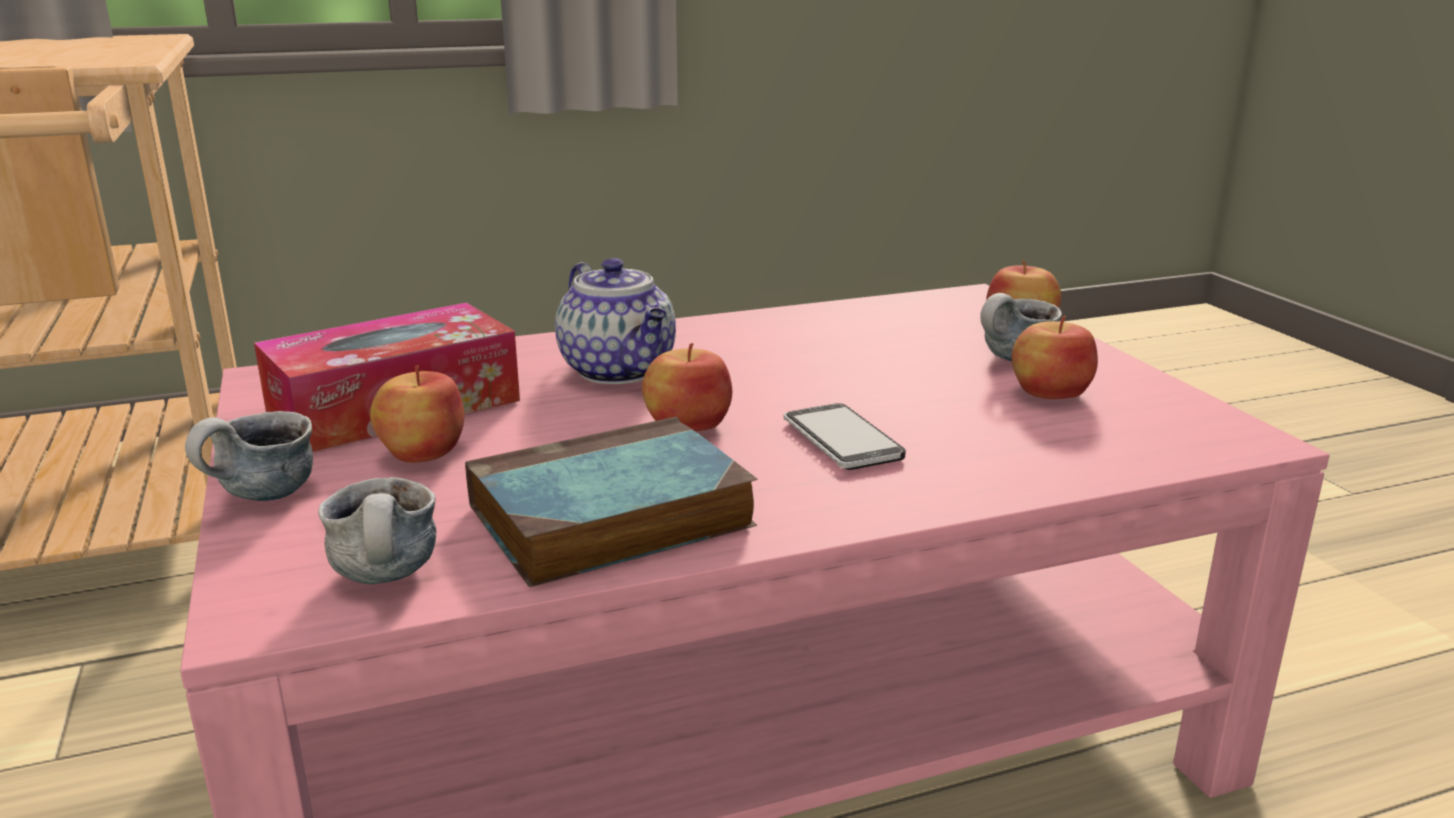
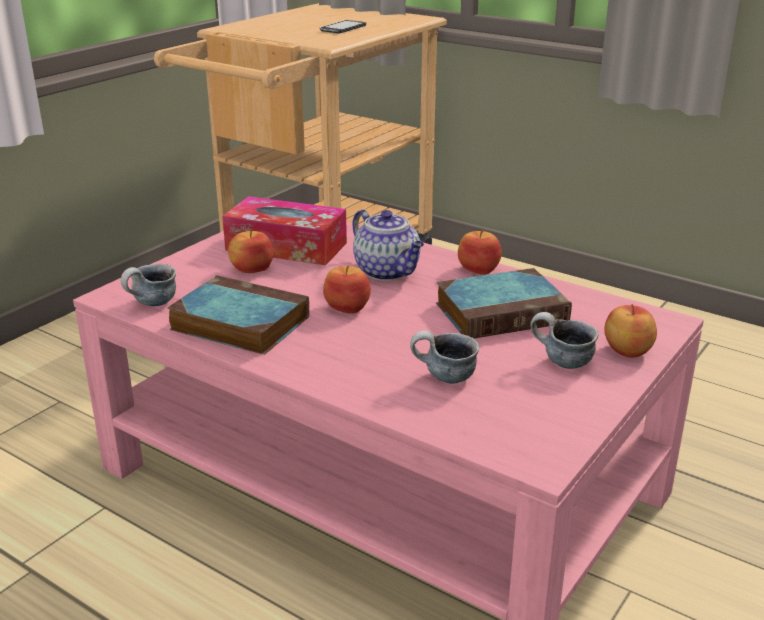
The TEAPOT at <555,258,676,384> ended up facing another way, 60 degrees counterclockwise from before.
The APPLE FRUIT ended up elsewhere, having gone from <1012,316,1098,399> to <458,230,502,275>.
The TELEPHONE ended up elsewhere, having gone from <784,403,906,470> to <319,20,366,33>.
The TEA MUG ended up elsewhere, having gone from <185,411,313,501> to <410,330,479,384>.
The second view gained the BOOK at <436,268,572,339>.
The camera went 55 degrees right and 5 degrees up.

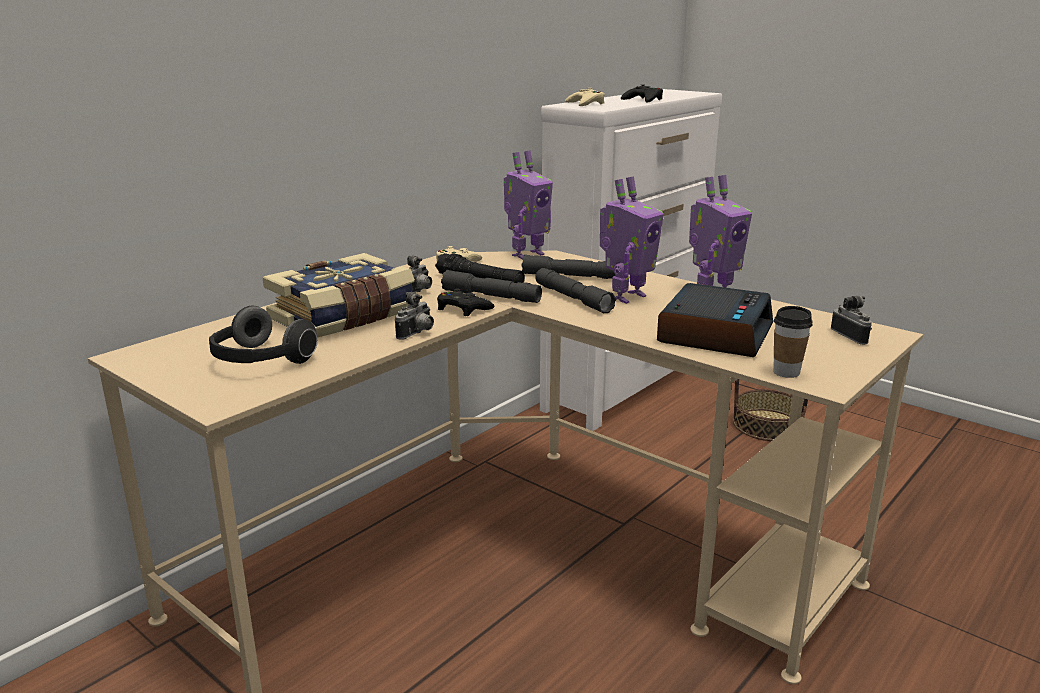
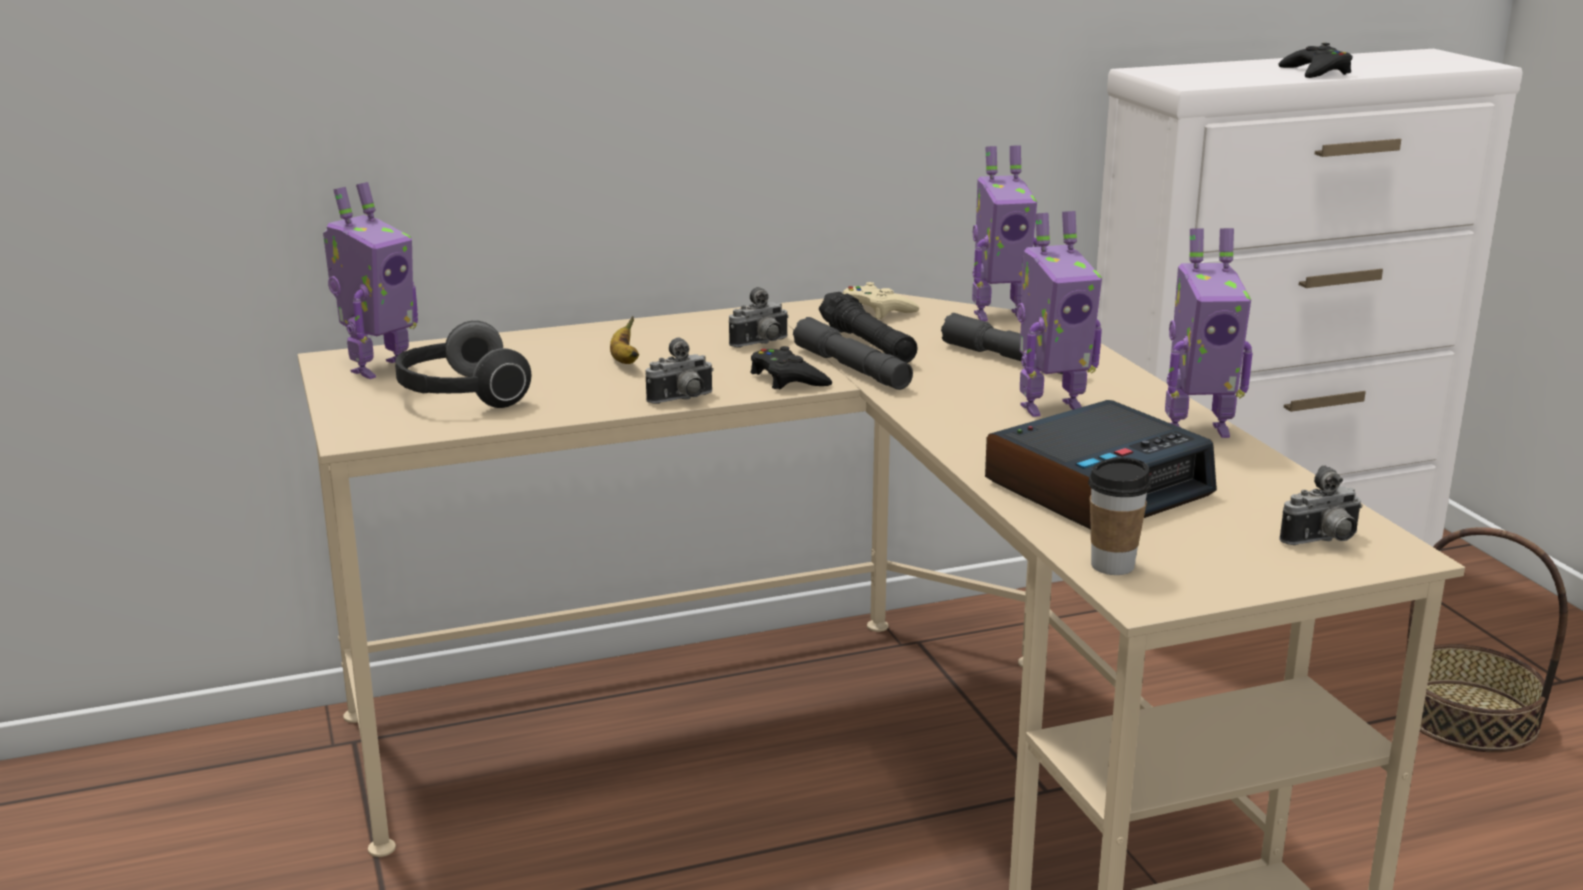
The second view lost the SAND-COLOURED GAME CONTROLLER at <565,88,604,106>.
Where the BOOK stood at <262,253,415,338>, the BANANA came to stand at <610,316,639,364>.
The second view lost the GREY TORCH at <535,268,616,313>.
The PHOTO CAMERA at <831,296,872,345> ended up facing another way, 60 degrees clockwise from before.
The second view gained the MODEL ROBOT at <323,182,418,379>.
The camera went 30 degrees right and 0 degrees up.

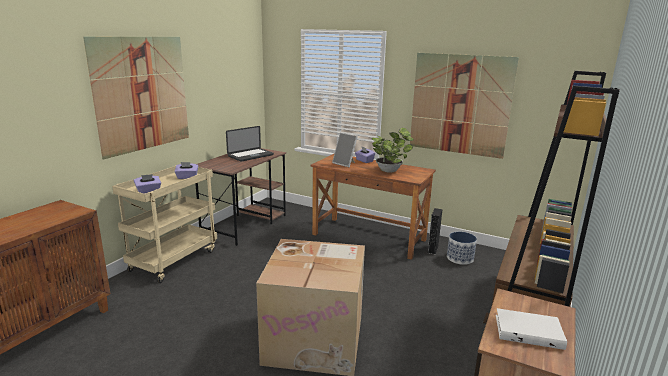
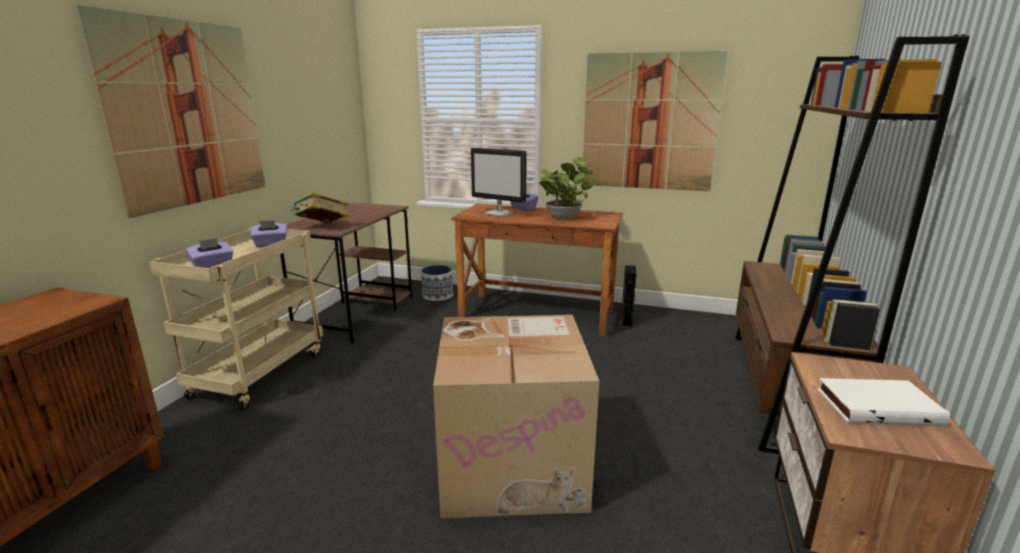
The second view lost the LAPTOP at <226,126,274,162>.
Where the STANDING FRAME stood at <332,132,358,167>, the COMPUTER DISPLAY came to stand at <471,148,527,217>.
The PLANT POT ended up elsewhere, having gone from <447,232,477,265> to <421,265,453,301>.
The second view gained the BOOK at <291,192,349,223>.
The camera went 10 degrees left and 0 degrees up.

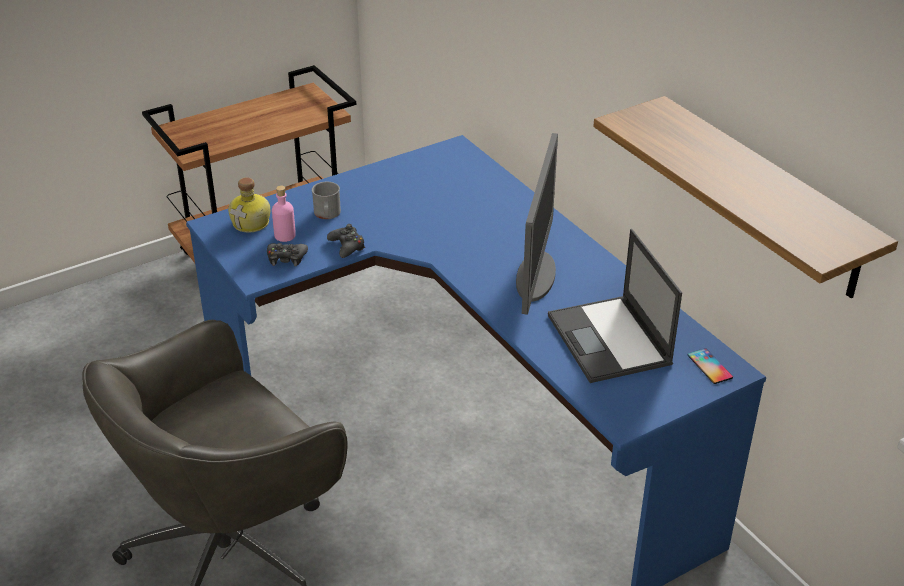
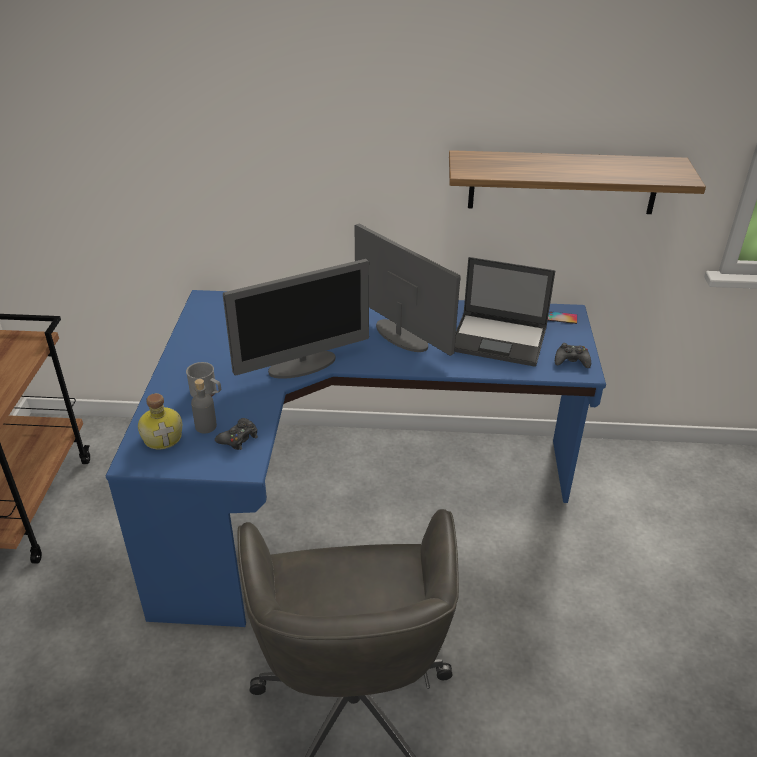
What was the PINK-COLOURED DRINK BOTTLE at <272,186,296,242> turned into the GREY DRINK BOTTLE at <191,379,217,433>.
The BLACKISH GAME CONTROLLER ended up elsewhere, having gone from <327,224,365,258> to <555,343,591,368>.
The second view gained the COMPUTER DISPLAY at <223,259,369,379>.
The camera went 55 degrees left and 0 degrees up.

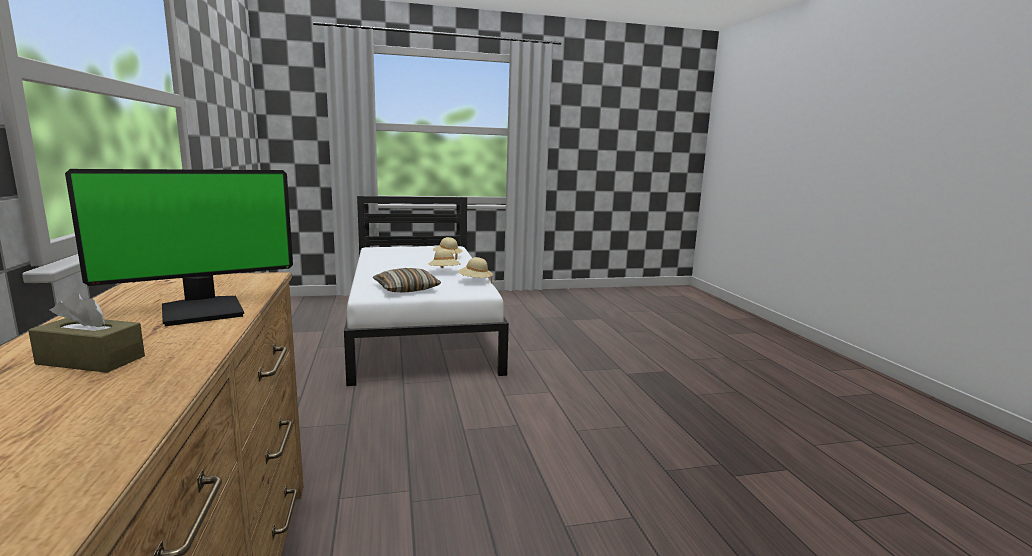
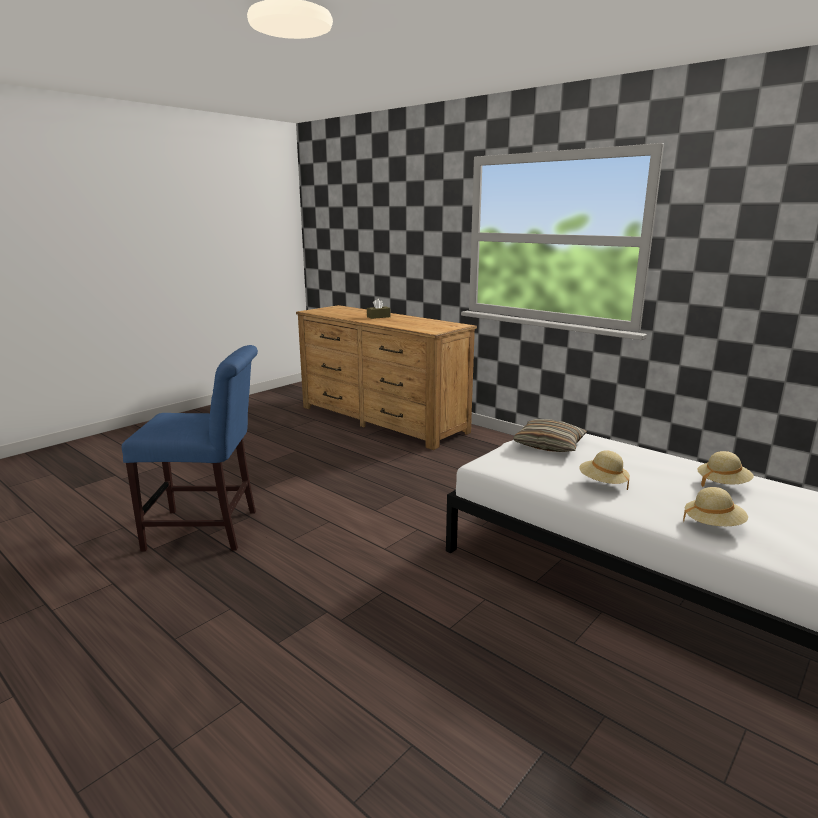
The second view lost the COMPUTER DISPLAY at <65,169,293,326>.
The SAND-COLOURED HAT ended up elsewhere, having gone from <458,257,493,283> to <697,451,754,487>.
The second view gained the BLUISH CHAIR at <121,345,258,551>.
The camera went 145 degrees right and 5 degrees up.

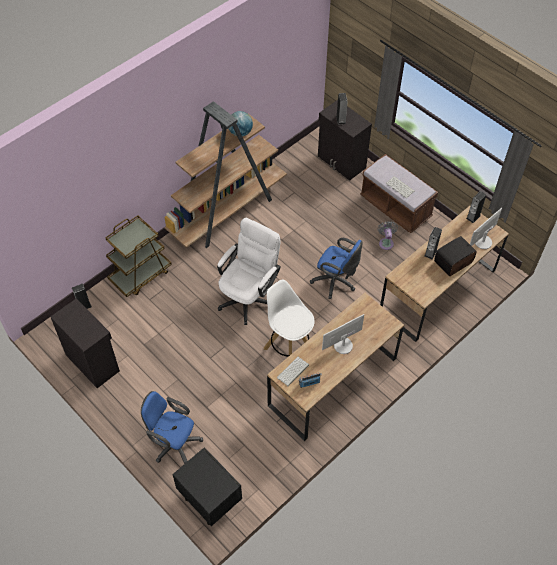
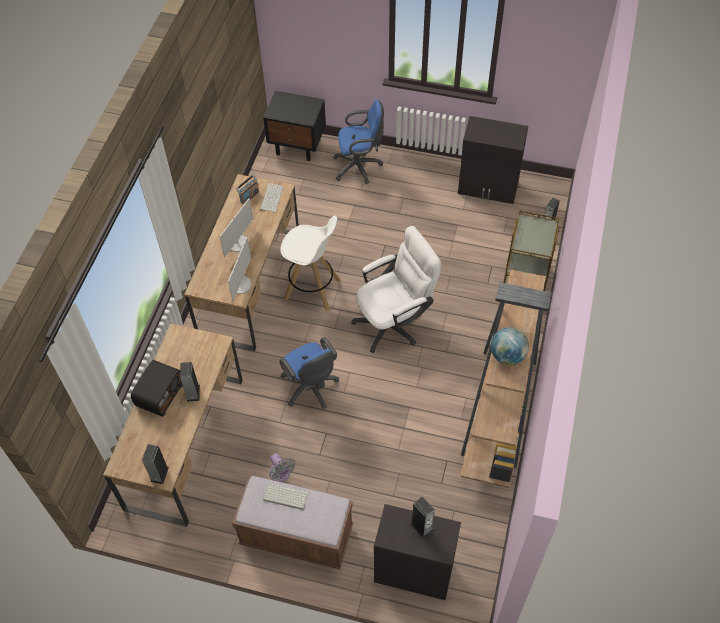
The COMPUTER DISPLAY ended up elsewhere, having gone from <470,208,502,249> to <228,237,251,301>.
The WHITISH OFFICE CHAIR at <217,218,281,325> ended up facing another way, 120 degrees counterclockwise from before.
The BLUISH OFFICE CHAIR at <310,238,363,299> ended up facing another way, 120 degrees counterclockwise from before.
The camera went 150 degrees right and 0 degrees up.

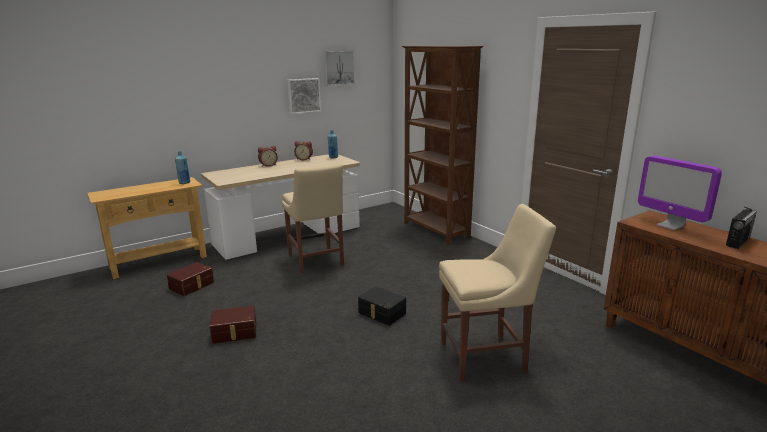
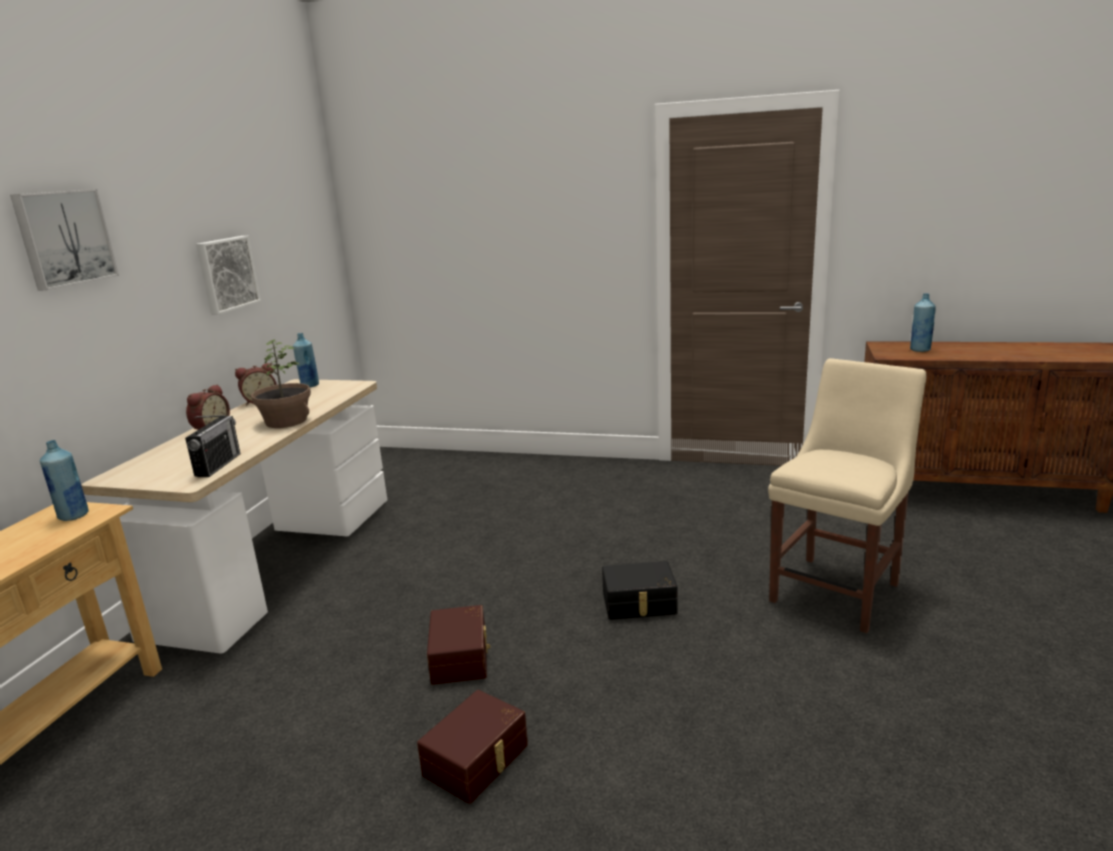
The second view lost the BROWN-COLOURED SHELVING UNIT at <402,46,483,244>.
The PICTURE ended up elsewhere, having gone from <324,51,355,86> to <10,189,119,290>.
Where the COMPUTER DISPLAY stood at <638,156,722,230>, the BLUISH DRINK BOTTLE came to stand at <910,293,936,352>.
The second view lost the SAND-COLOURED CHAIR at <282,164,344,274>.
The RADIO ended up elsewhere, having gone from <726,206,757,249> to <185,415,241,477>.
The BROWN-COLOURED STORAGE BIN ended up elsewhere, having gone from <167,262,214,296> to <427,605,490,685>.
The second view gained the HOUSEPLANT at <251,339,311,428>.
The camera went 40 degrees left and 0 degrees up.

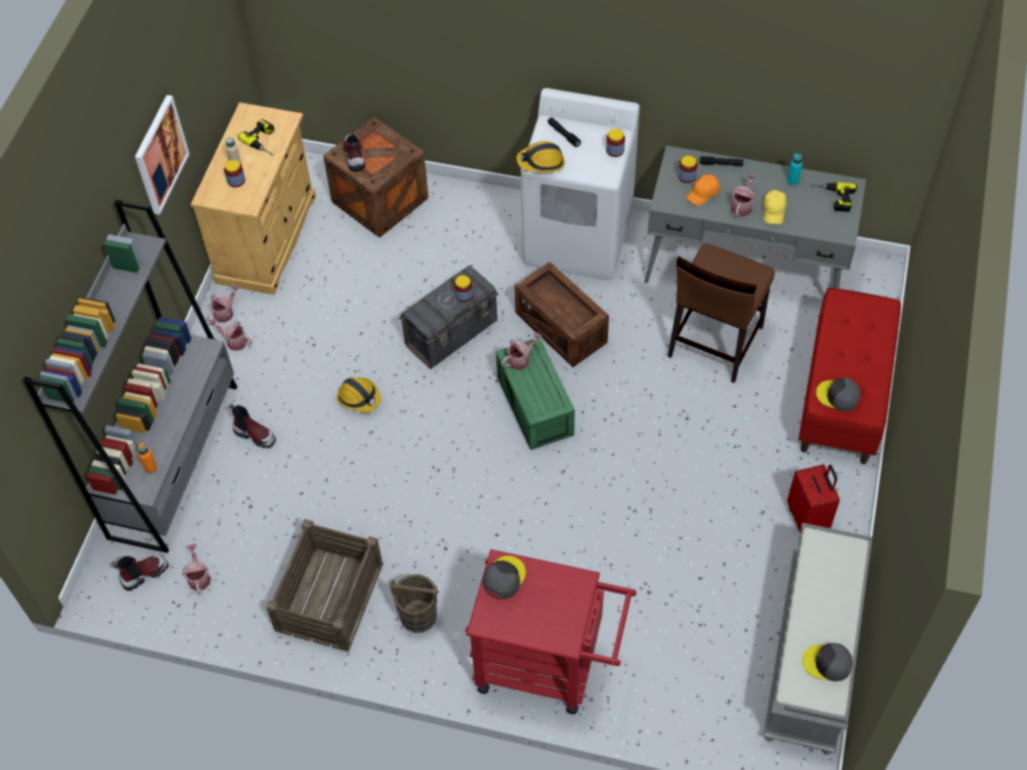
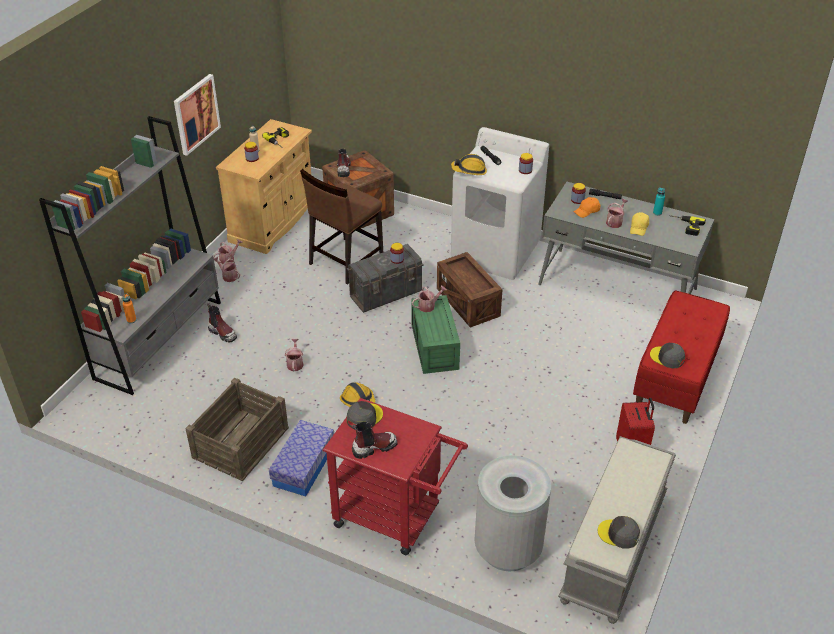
The BROWN-COLOURED CHAIR ended up elsewhere, having gone from <668,243,775,383> to <300,169,383,285>.
The WORK HELMET ended up elsewhere, having gone from <337,377,381,413> to <340,382,375,407>.
The SPRINKLING CAN ended up elsewhere, having gone from <183,544,211,595> to <285,339,304,371>.
The BOOT ended up elsewhere, having gone from <113,555,169,591> to <352,422,398,459>.
Where the BROWN-COLOURED PAIL stood at <389,574,438,633>, the STORAGE BIN came to stand at <269,420,334,497>.
The second view gained the GREY WASTE BIN at <475,455,551,571>.
The camera went 10 degrees right and 15 degrees down.

